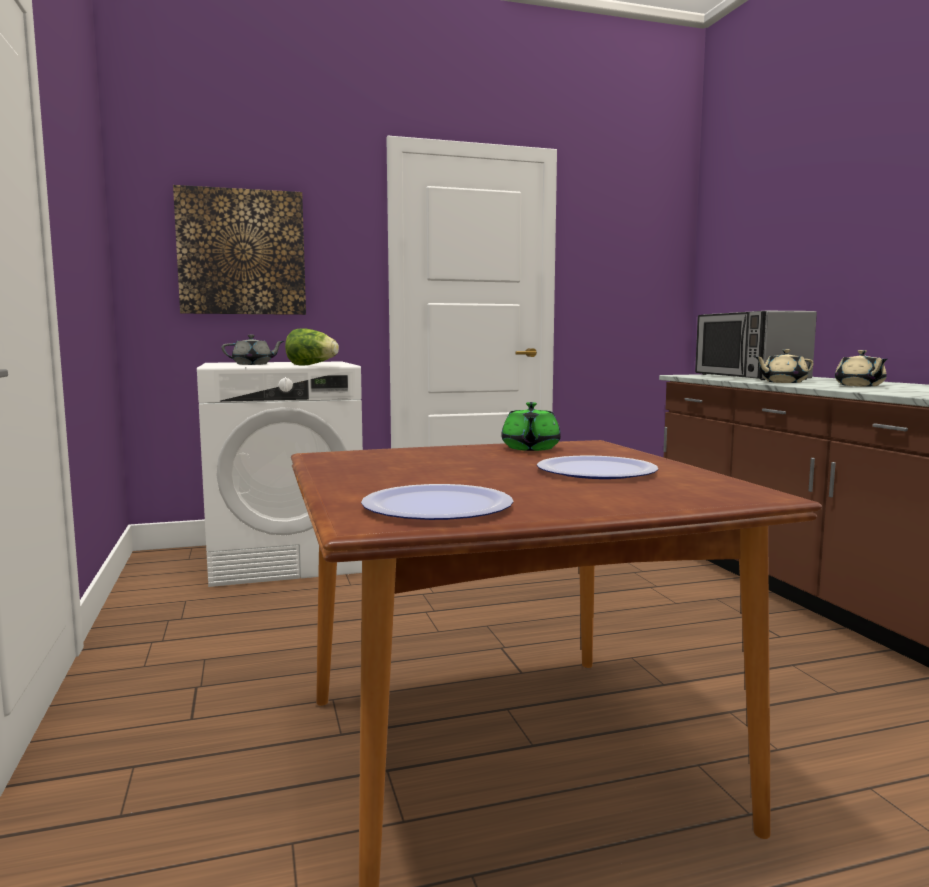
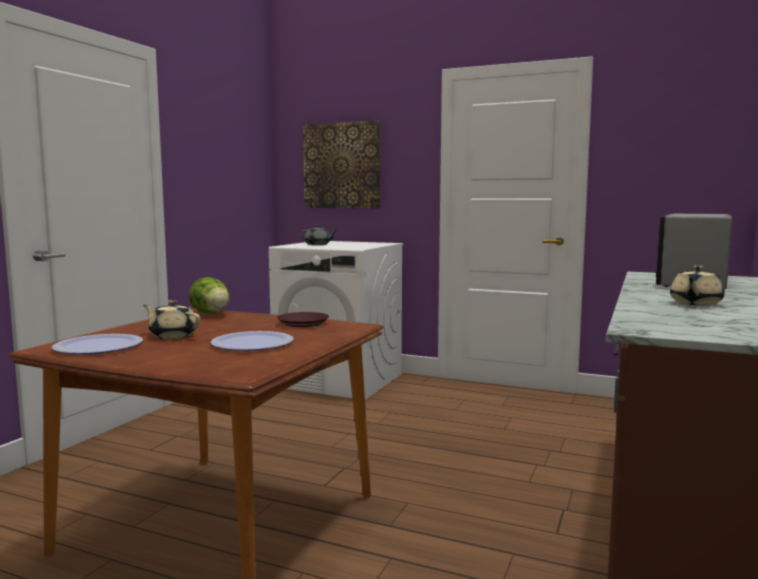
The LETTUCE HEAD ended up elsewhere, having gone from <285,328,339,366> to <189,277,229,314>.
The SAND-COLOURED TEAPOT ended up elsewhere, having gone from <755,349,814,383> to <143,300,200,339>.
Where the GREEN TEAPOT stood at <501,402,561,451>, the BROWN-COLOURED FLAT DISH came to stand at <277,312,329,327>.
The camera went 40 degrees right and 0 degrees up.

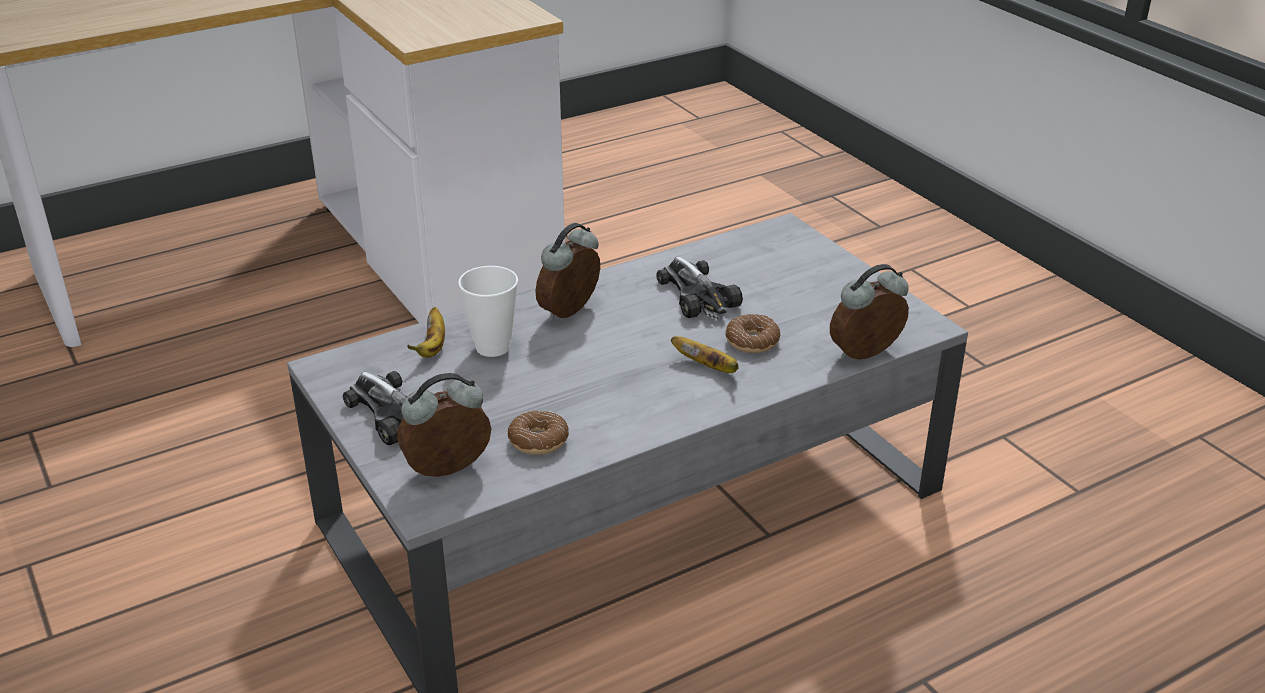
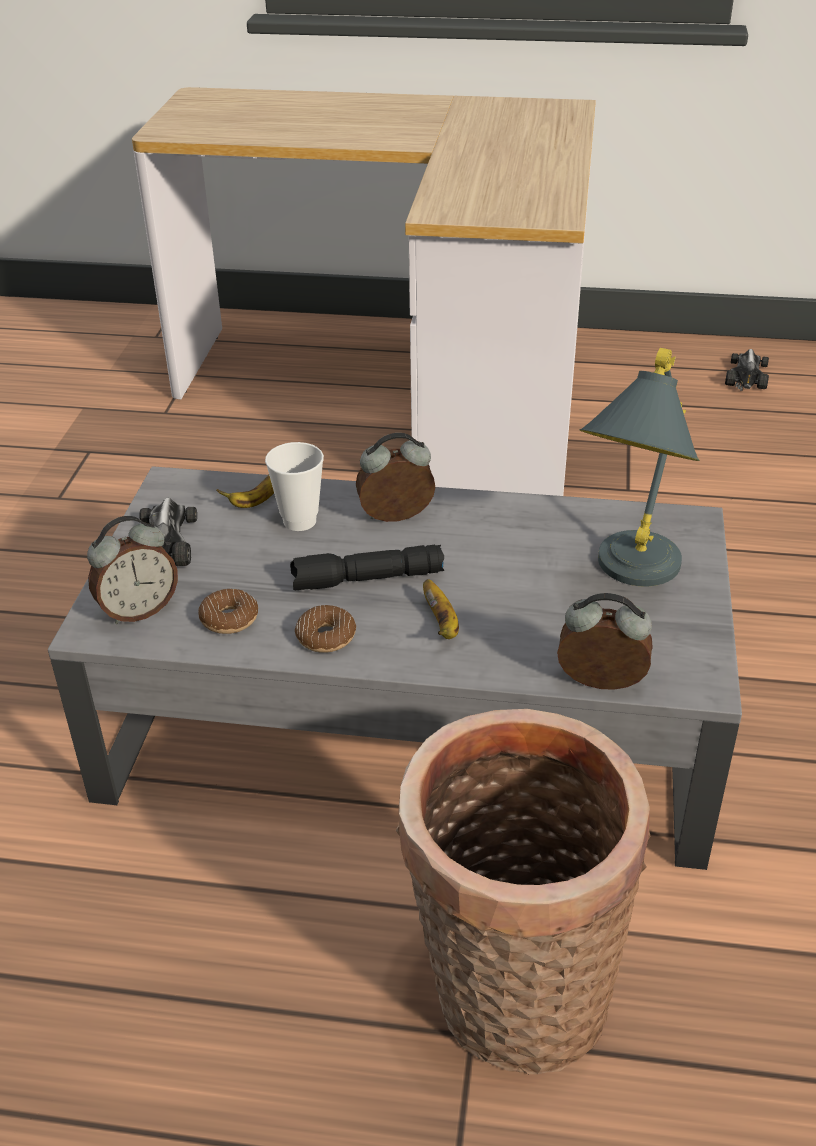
The MODEL CAR ended up elsewhere, having gone from <656,256,743,320> to <725,349,769,391>.
The RING DOUGHNUT ended up elsewhere, having gone from <726,314,781,353> to <295,605,356,653>.
The BEDSIDE CLOCK at <397,373,491,477> ended up facing another way, 135 degrees clockwise from before.
The second view gained the GREY TABLETOP LAMP at <579,348,700,587>.
The second view gained the BLACKISH TORCH at <290,545,444,590>.
The second view gained the BASKET at <396,709,651,1075>.
The camera went 40 degrees right and 5 degrees up.

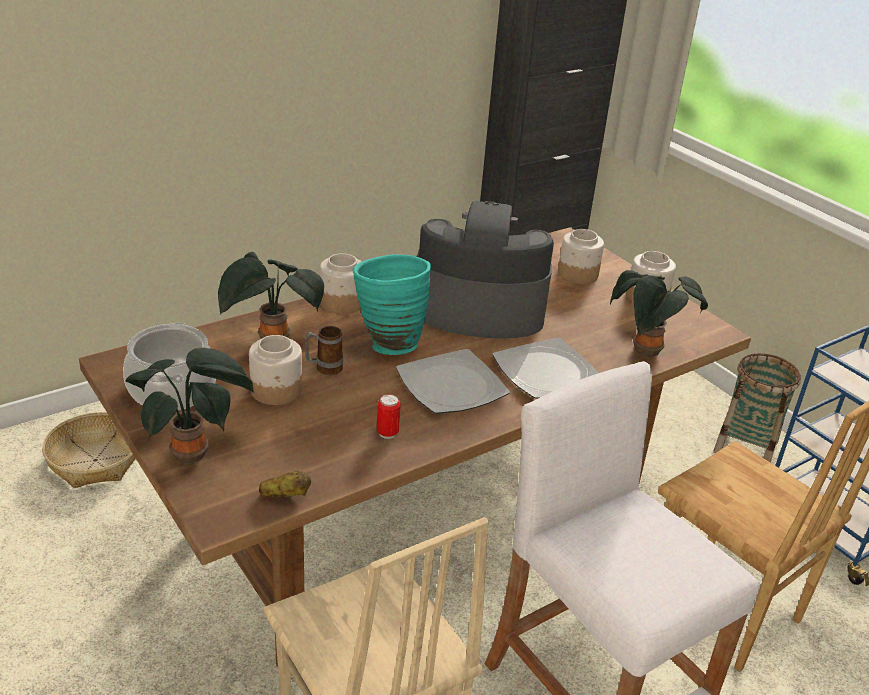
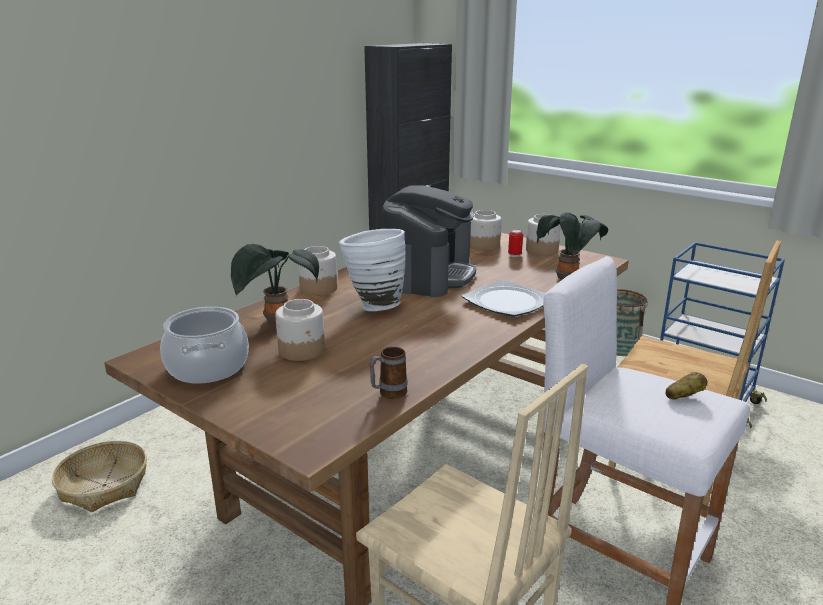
The COFFEE MAKER at <417,201,554,339> ended up facing another way, 120 degrees clockwise from before.
What was the TURQUOISE-COLOURED DECORATIVE VASE at <353,255,431,355> turned into the WHITISH DECORATIVE VASE at <339,229,406,311>.
The TEA MUG ended up elsewhere, having gone from <305,326,343,375> to <369,347,408,399>.
The second view lost the HOUSEPLANT at <126,347,255,463>.
The second view lost the FLAT DISH at <396,349,510,414>.
The SEALED CAN ended up elsewhere, having gone from <377,394,401,439> to <508,229,523,257>.
The POTATO ended up elsewhere, having gone from <259,471,311,497> to <666,372,708,399>.
The camera went 15 degrees left and 10 degrees down.

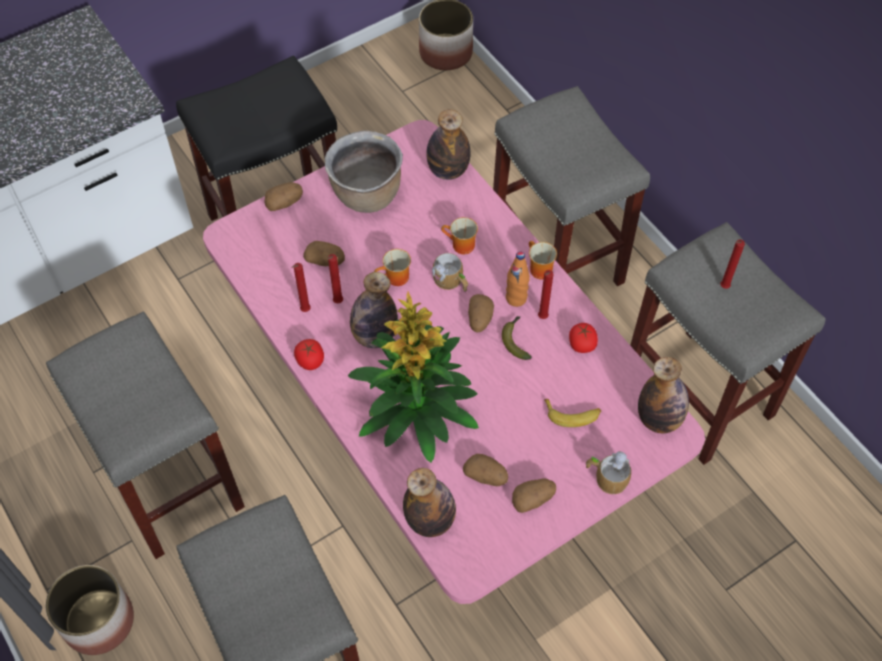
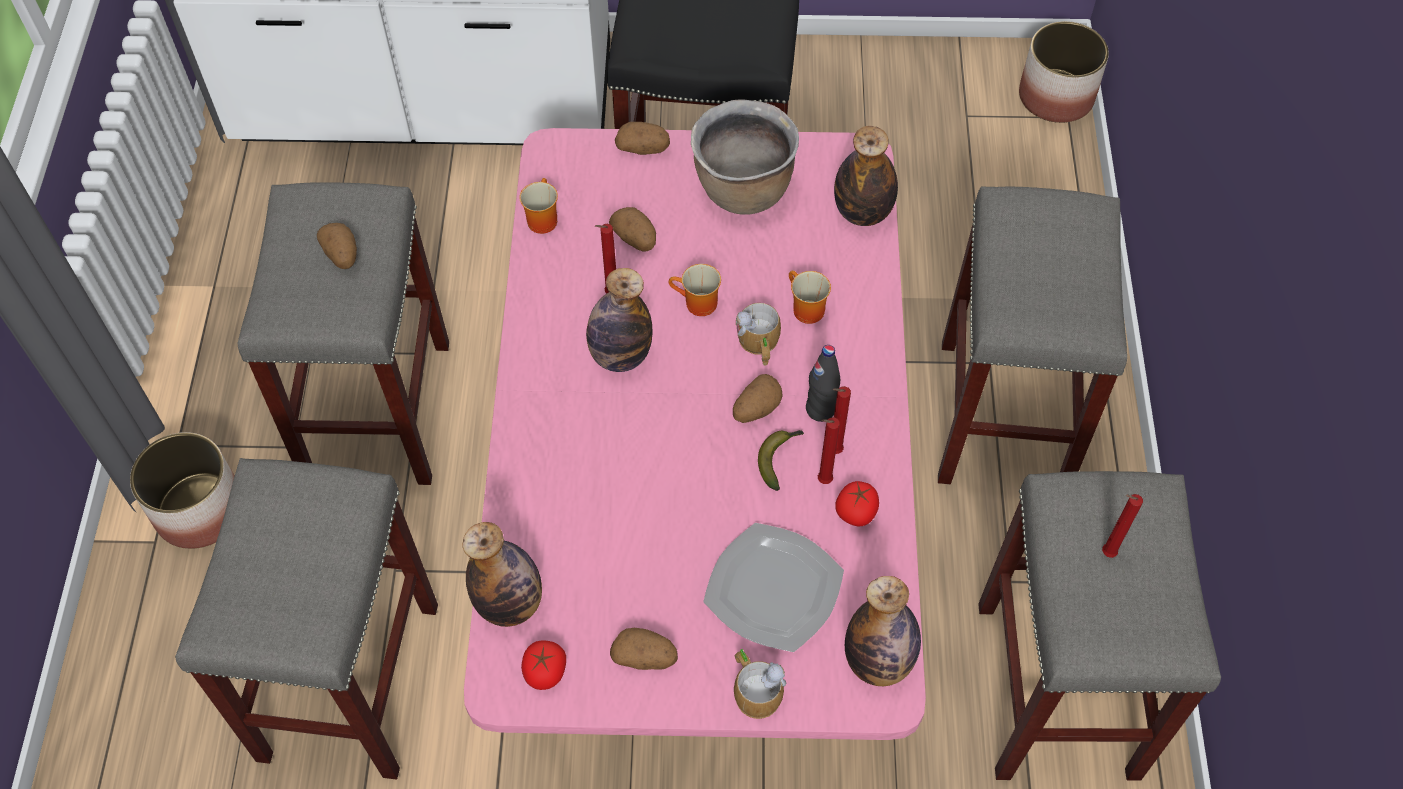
The TEA MUG ended up elsewhere, having gone from <529,241,557,280> to <519,178,558,234>.
What was the ORANGEY DRINK BOTTLE at <506,252,530,307> turned into the BLACKISH DRINK BOTTLE at <806,345,840,422>.
The RED-COLOURED WAX CANDLE ended up elsewhere, having gone from <291,263,311,312> to <818,417,840,484>.
The second view lost the HOUSEPLANT at <348,291,479,463>.
The WHOLE TOMATO ended up elsewhere, having gone from <294,339,324,370> to <521,641,566,690>.
Where the BANANA stood at <544,399,601,427>, the FLAT DISH came to stand at <703,523,844,652>.
The POTATO ended up elsewhere, having gone from <463,454,508,486> to <317,223,357,269>.
The camera went 35 degrees right and 0 degrees up.

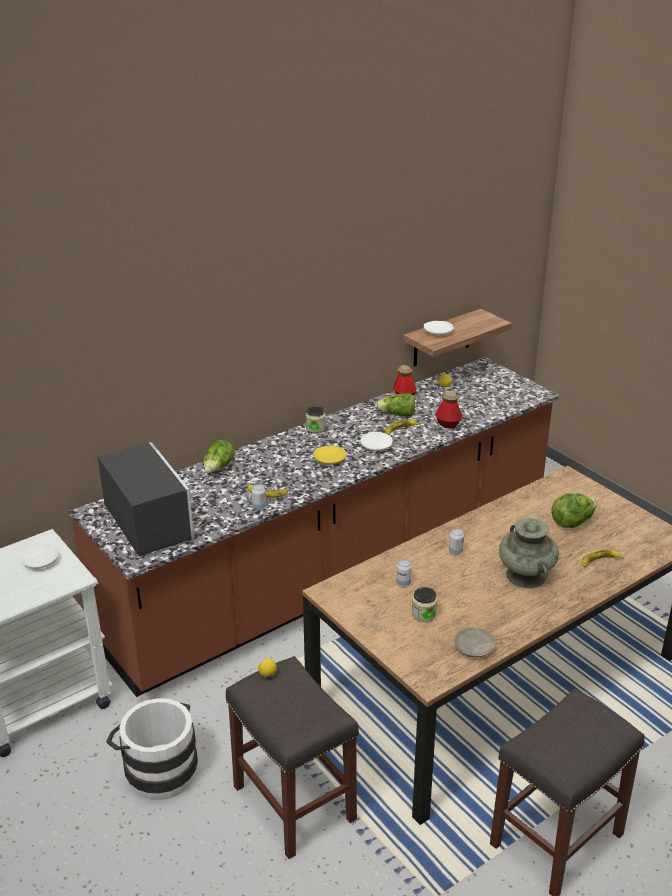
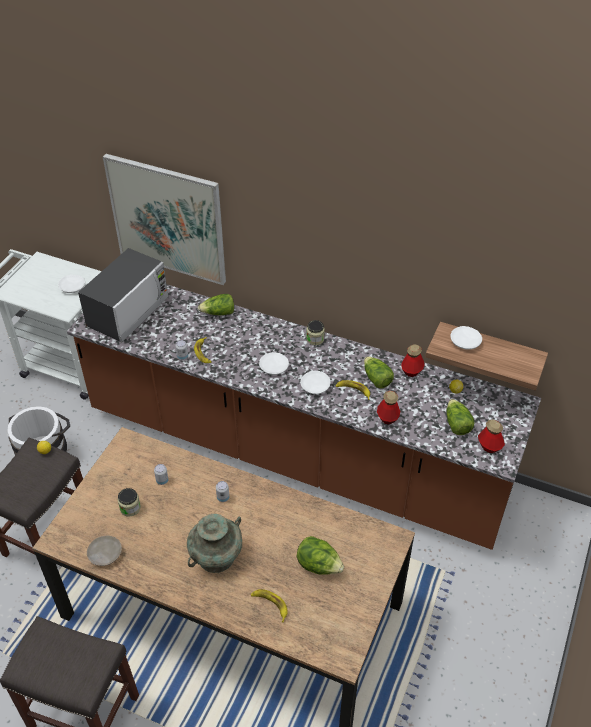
What was the YELLOW FLAT DISH at <313,446,347,465> turned into the WHITISH FLAT DISH at <259,352,289,375>.
The second view gained the PICTURE at <103,154,226,285>.
The second view gained the LETTUCE HEAD at <446,399,474,435>.
The second view gained the DRINK BOTTLE at <478,419,505,453>.
The camera went 60 degrees right and 15 degrees up.

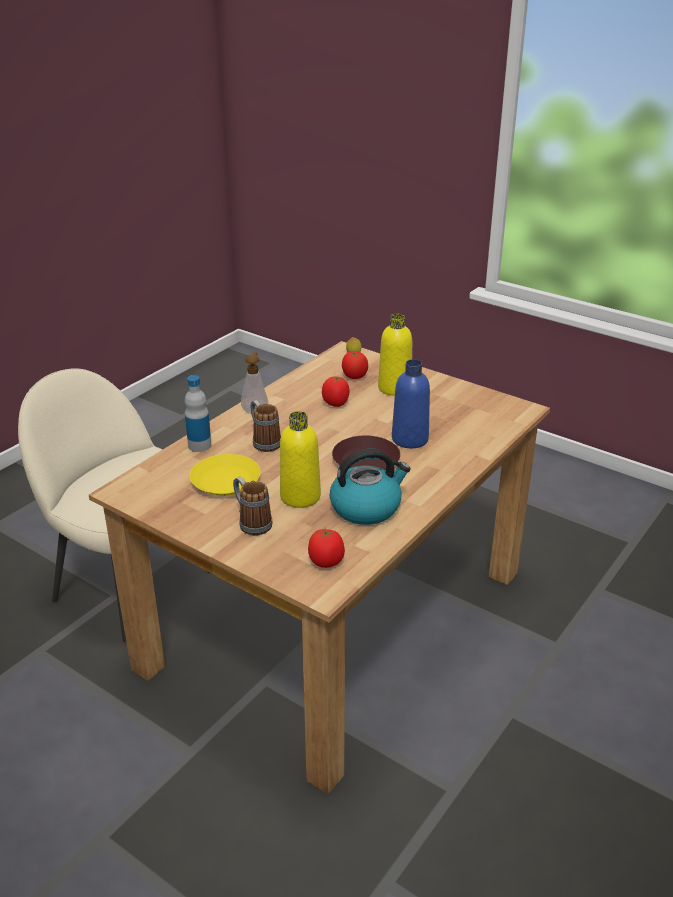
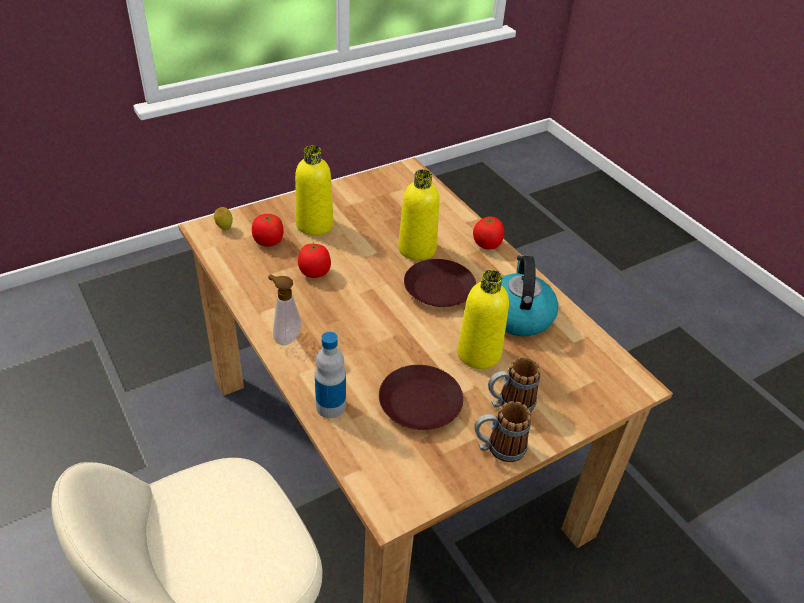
What was the BLUISH DRINK BOTTLE at <392,359,430,448> turned into the YELLOW DRINK BOTTLE at <398,169,440,261>.
The TEA MUG ended up elsewhere, having gone from <251,400,281,452> to <474,401,531,462>.
What was the YELLOW FLAT DISH at <190,454,261,496> turned into the BROWN-COLOURED FLAT DISH at <379,365,463,430>.
The WHOLE TOMATO ended up elsewhere, having gone from <308,528,345,568> to <473,216,504,250>.
The camera went 70 degrees left and 10 degrees up.

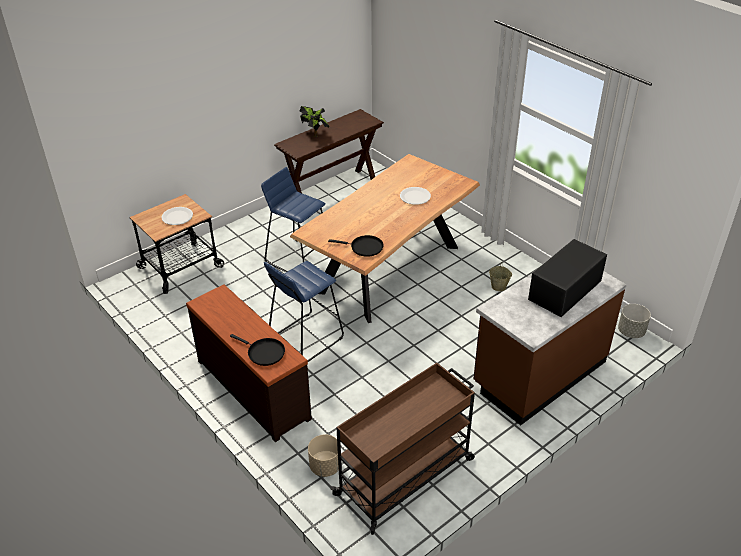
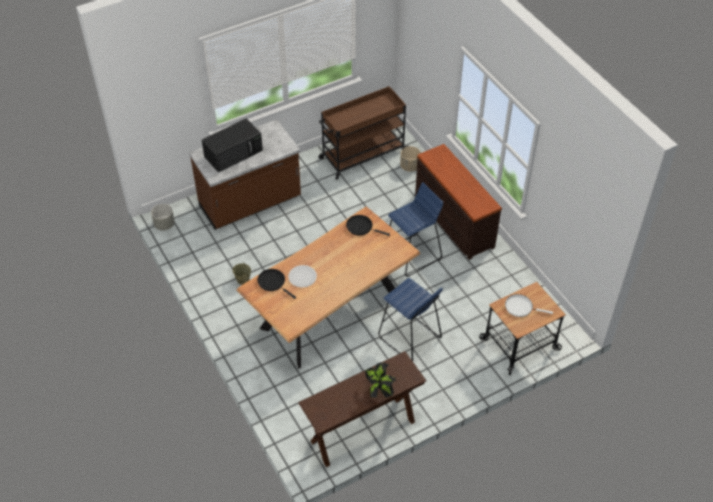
Where the WHITISH FLAT DISH stood at <161,207,193,225>, the WHITISH SKILLET came to stand at <505,294,553,317>.
The BLACKISH SKILLET ended up elsewhere, having gone from <230,334,285,366> to <257,269,296,299>.
The camera went 170 degrees left and 10 degrees up.

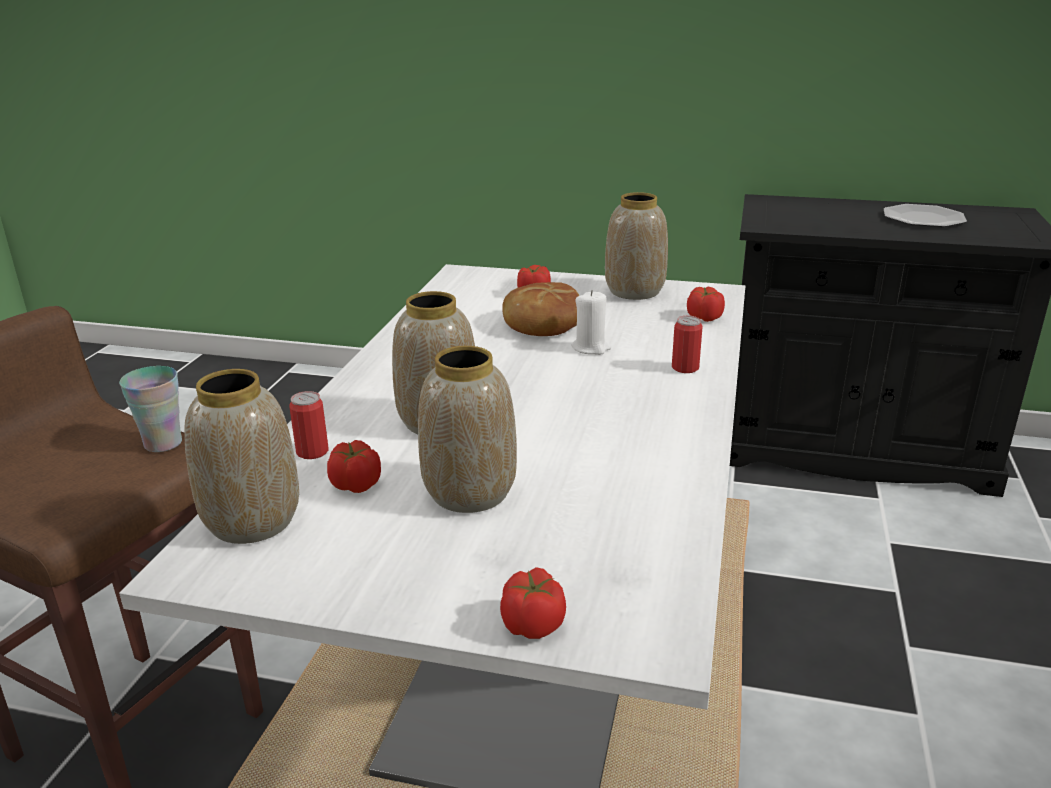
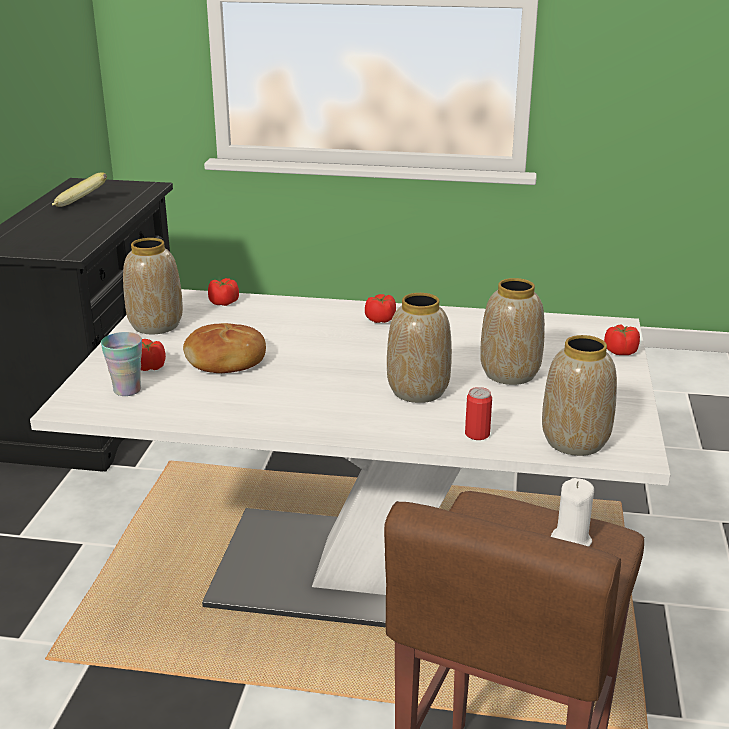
Where the FLAT DISH stood at <884,204,967,227>, the BANANA came to stand at <52,172,107,207>.
The WHITISH WAX CANDLE ended up elsewhere, having gone from <571,290,611,355> to <551,478,594,547>.
The second view lost the SEALED CAN at <672,316,703,373>.
The CUP ended up elsewhere, having gone from <119,366,182,452> to <101,332,142,396>.
The WHOLE TOMATO ended up elsewhere, having gone from <327,440,381,493> to <365,294,396,323>.
The camera went 95 degrees left and 0 degrees up.

